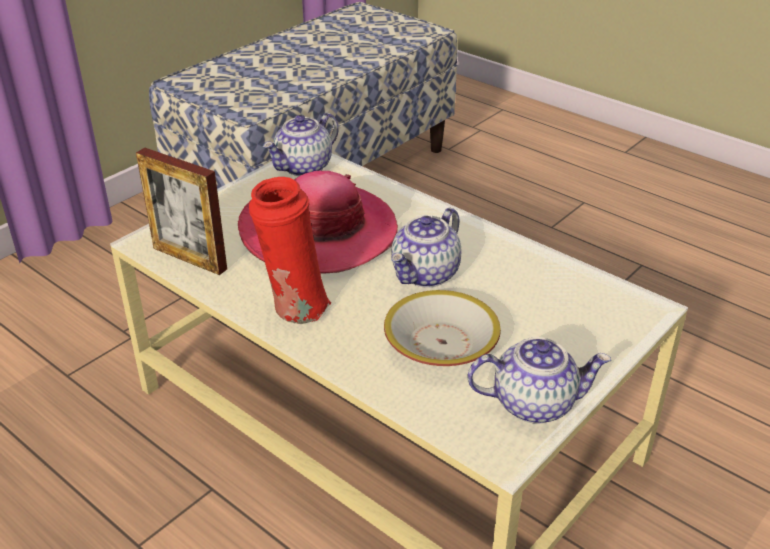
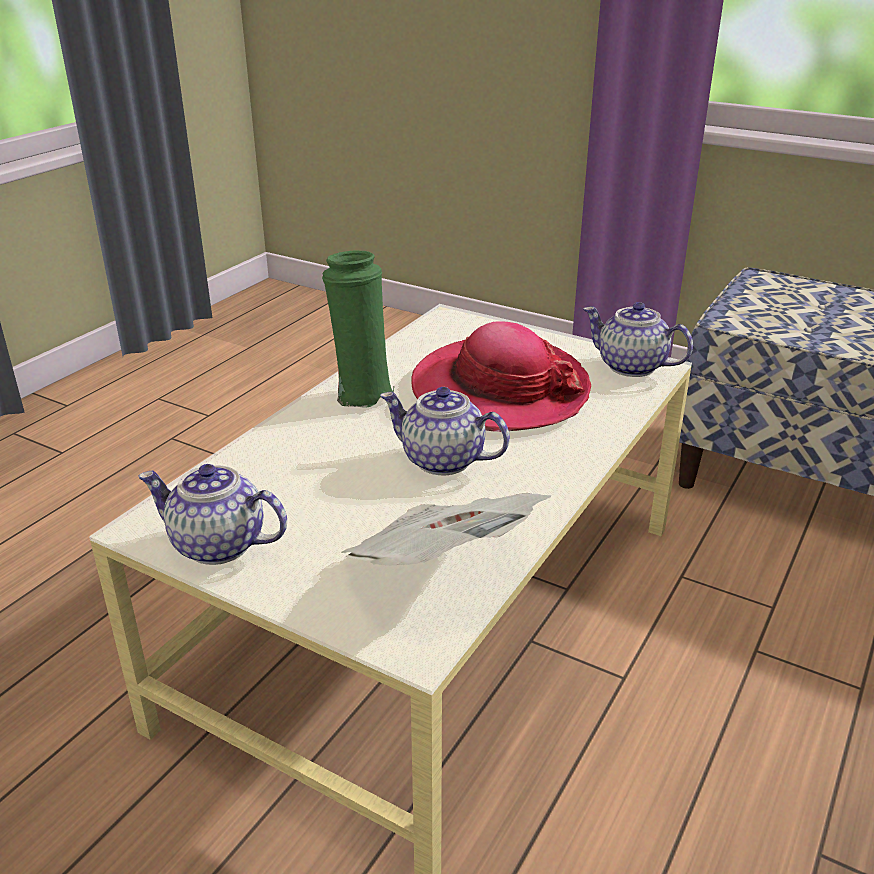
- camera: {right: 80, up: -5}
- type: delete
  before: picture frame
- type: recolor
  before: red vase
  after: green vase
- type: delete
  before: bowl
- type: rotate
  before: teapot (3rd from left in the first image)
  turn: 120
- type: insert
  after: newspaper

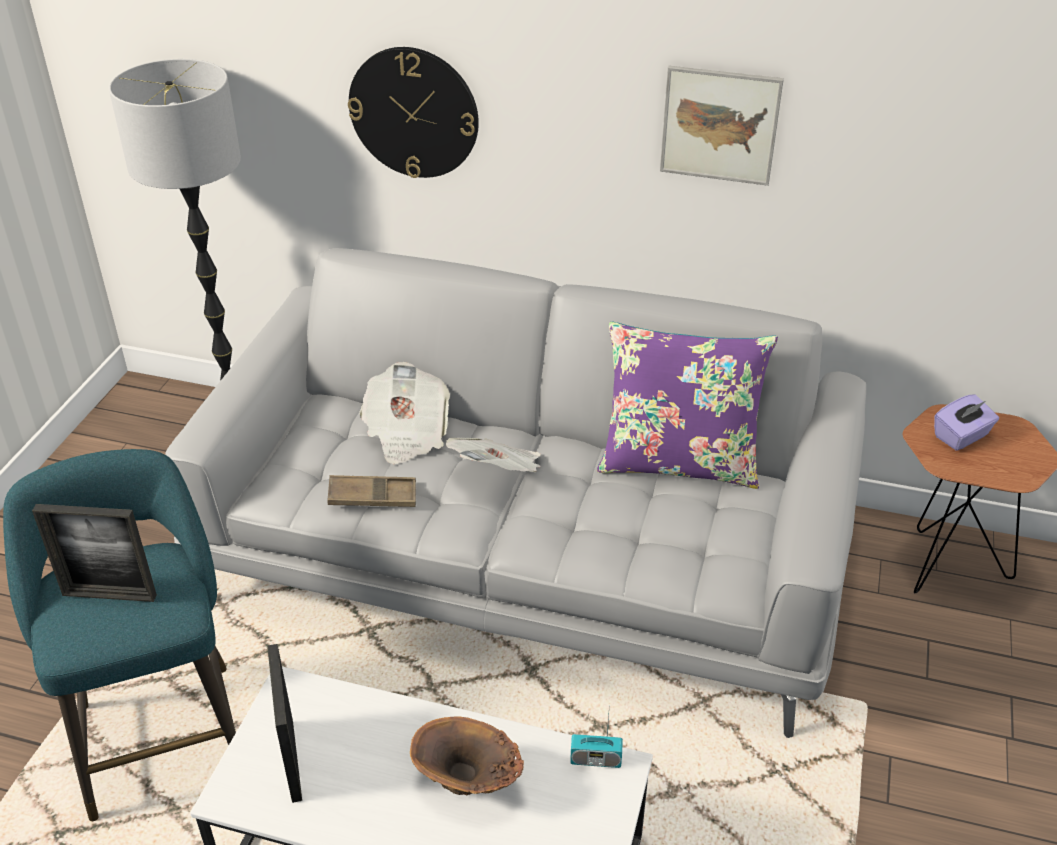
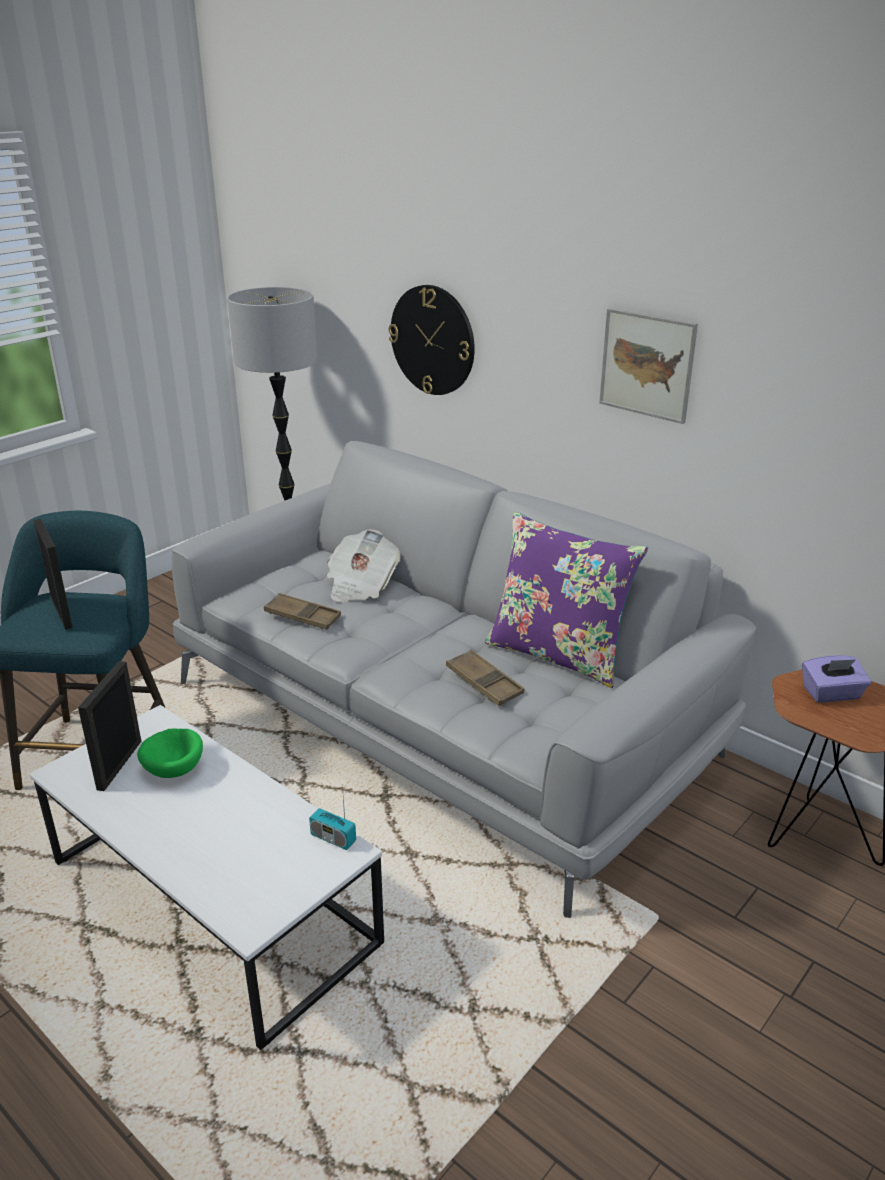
- camera: {right: 25, up: -10}
- type: rotate
  before: picture frame (1st from left)
  turn: -150
- type: delete
  before: brown vase
- type: delete
  before: newspaper (2nd from left)
- type: insert
  after: green bowl
- type: insert
  after: brown tray (2nd from left)

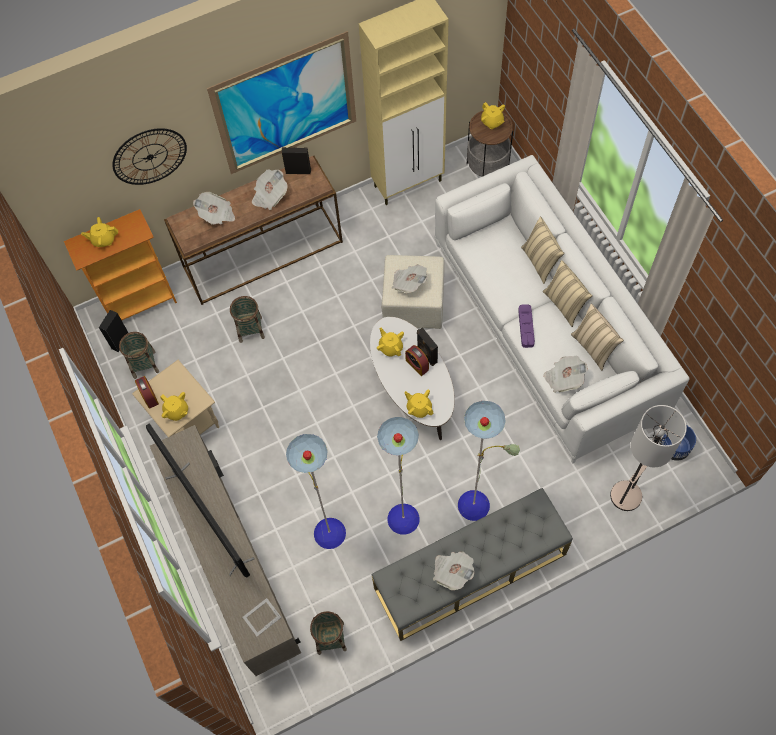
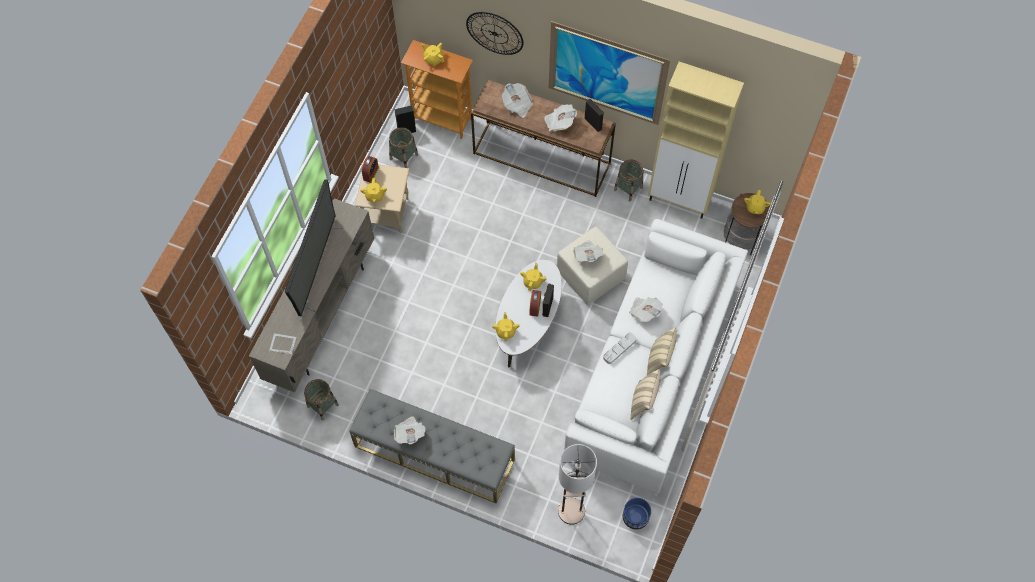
- camera: {right: 45, up: 0}
- type: move
  before: basket (2nd from left in the first image)
  after: basket (3rd from left)
- type: delete
  before: floor lamp (1st from left)
- type: recolor
  before: purple tray
  after: grey tray
- type: delete
  before: beige pillow (1st from left)
- type: move
  before: newspaper (5th from left)

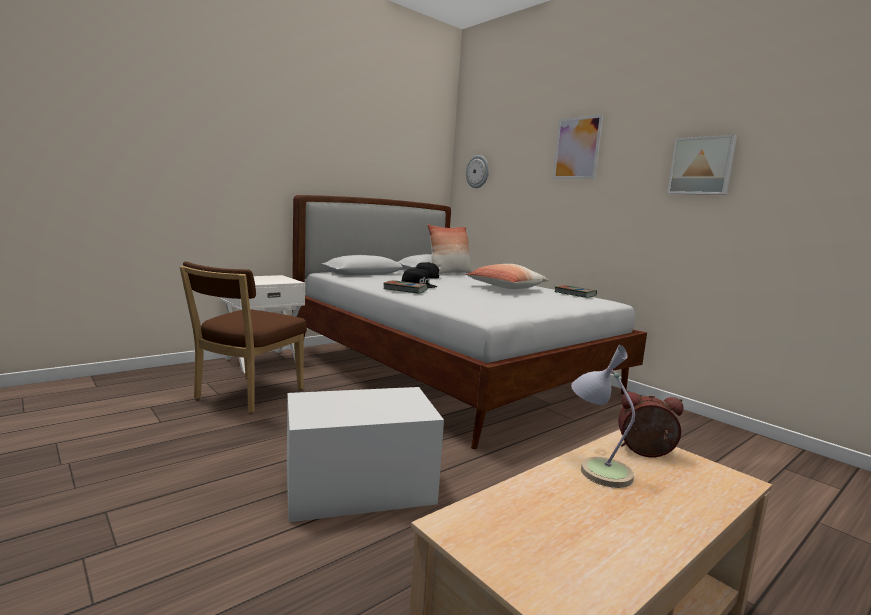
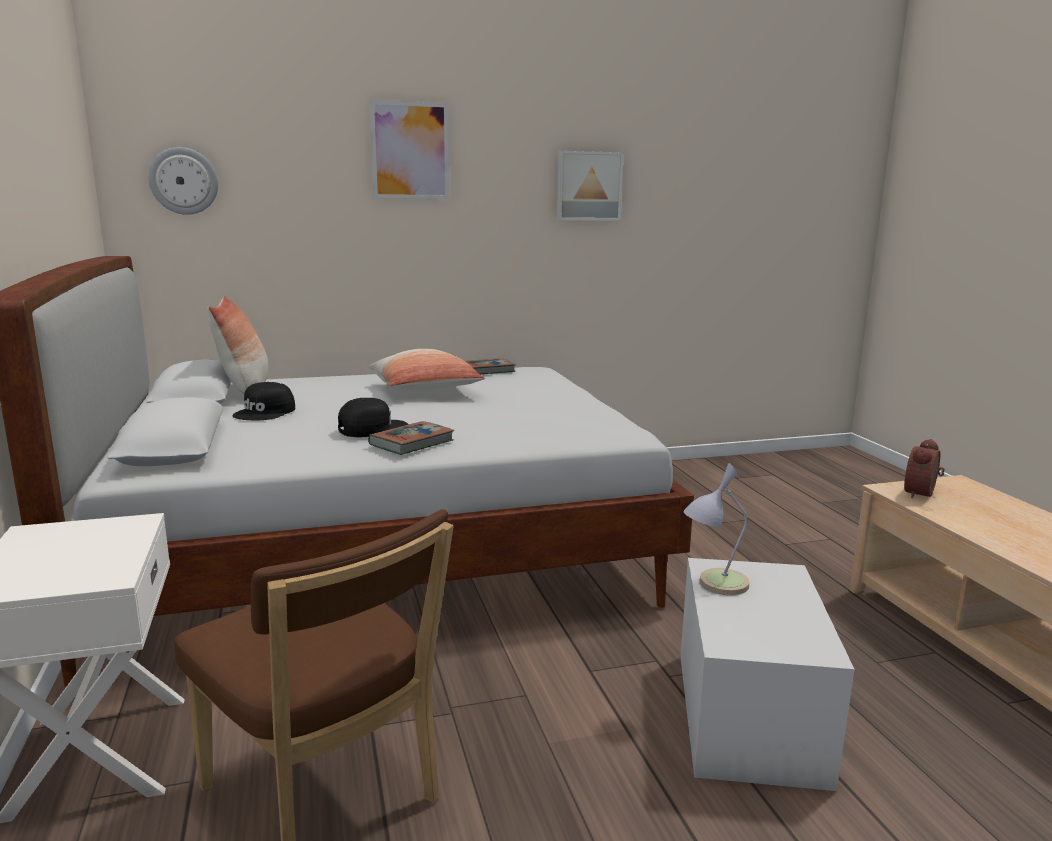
- camera: {right: -65, up: 5}
- type: move
  before: table lamp

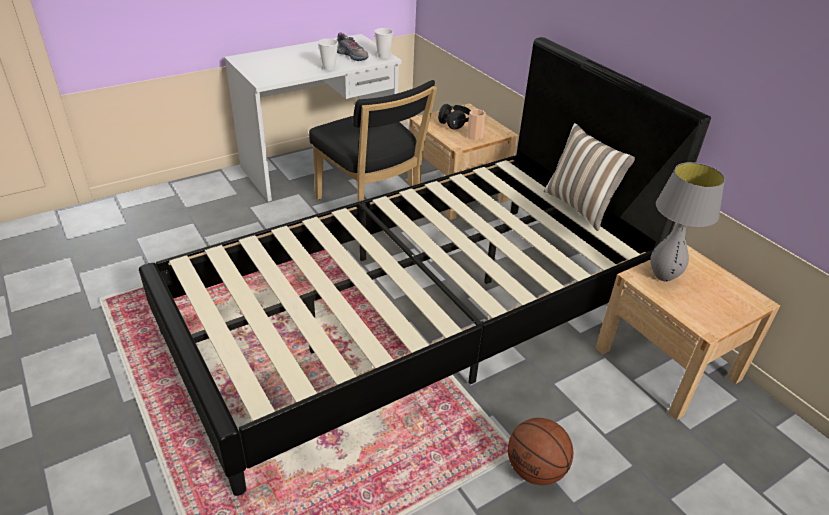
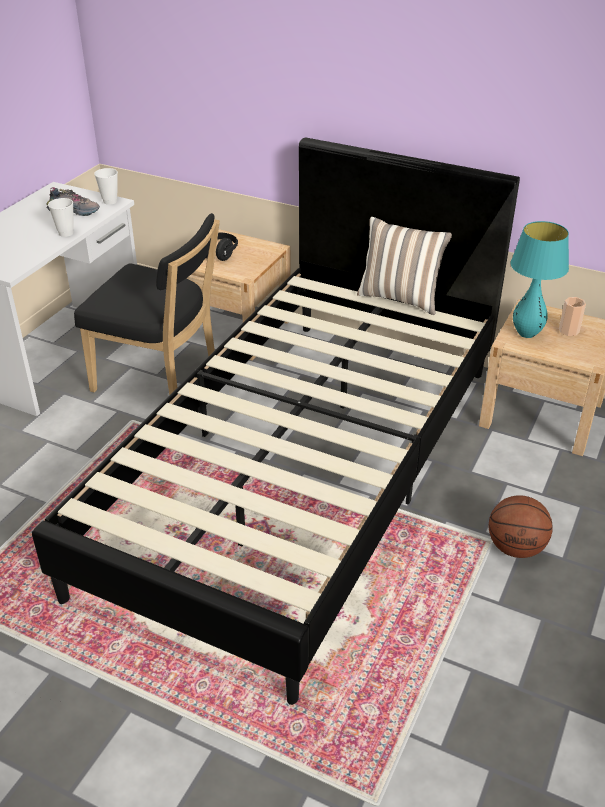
- camera: {right: -30, up: 0}
- type: move
  before: cup (3rd from left)
- type: recolor
  before: grey table lamp
  after: turquoise table lamp

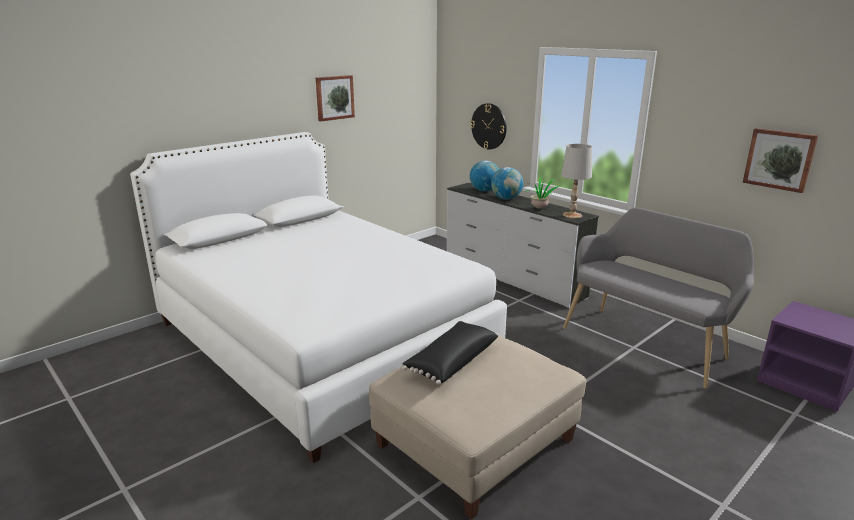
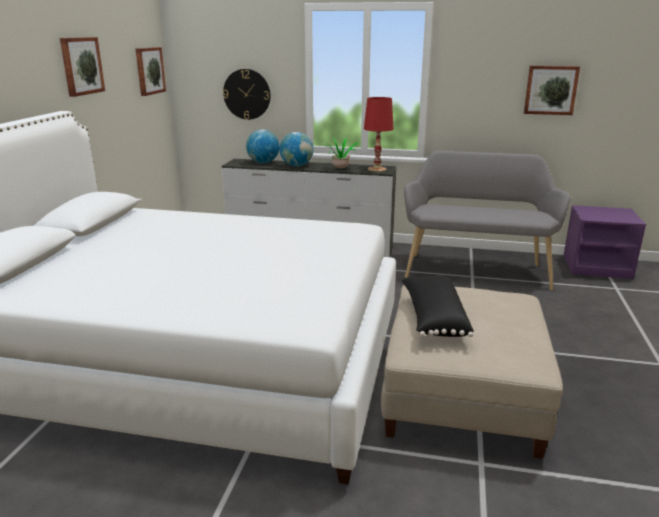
- camera: {right: -35, up: 0}
- type: recolor
  before: white table lamp
  after: red table lamp
- type: insert
  after: picture (2nd from left)

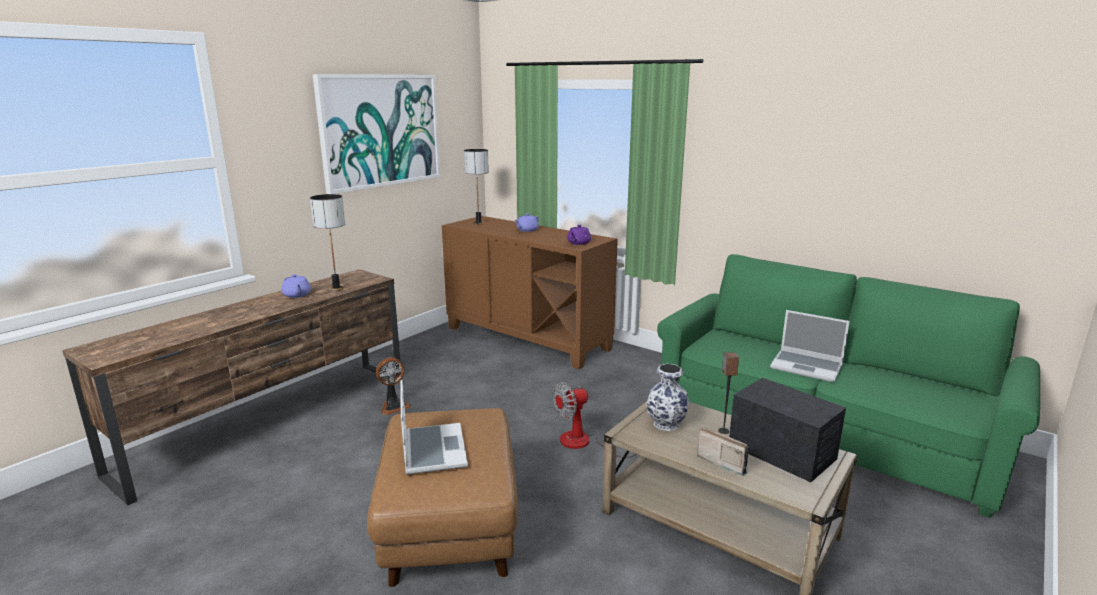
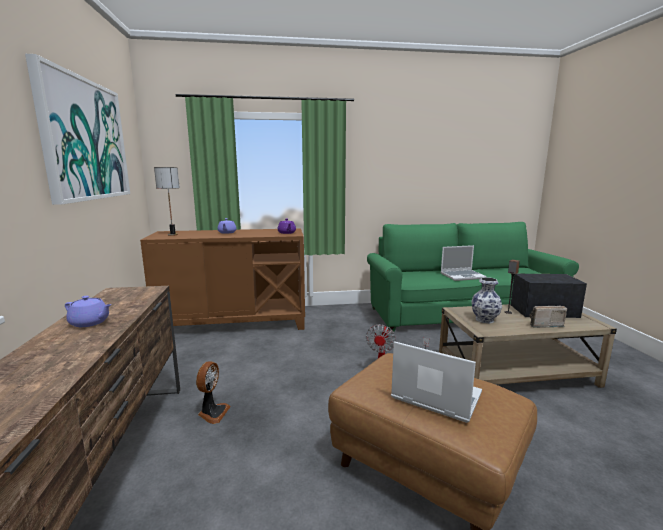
- camera: {right: -45, up: -5}
- type: delete
  before: table lamp (1st from left)

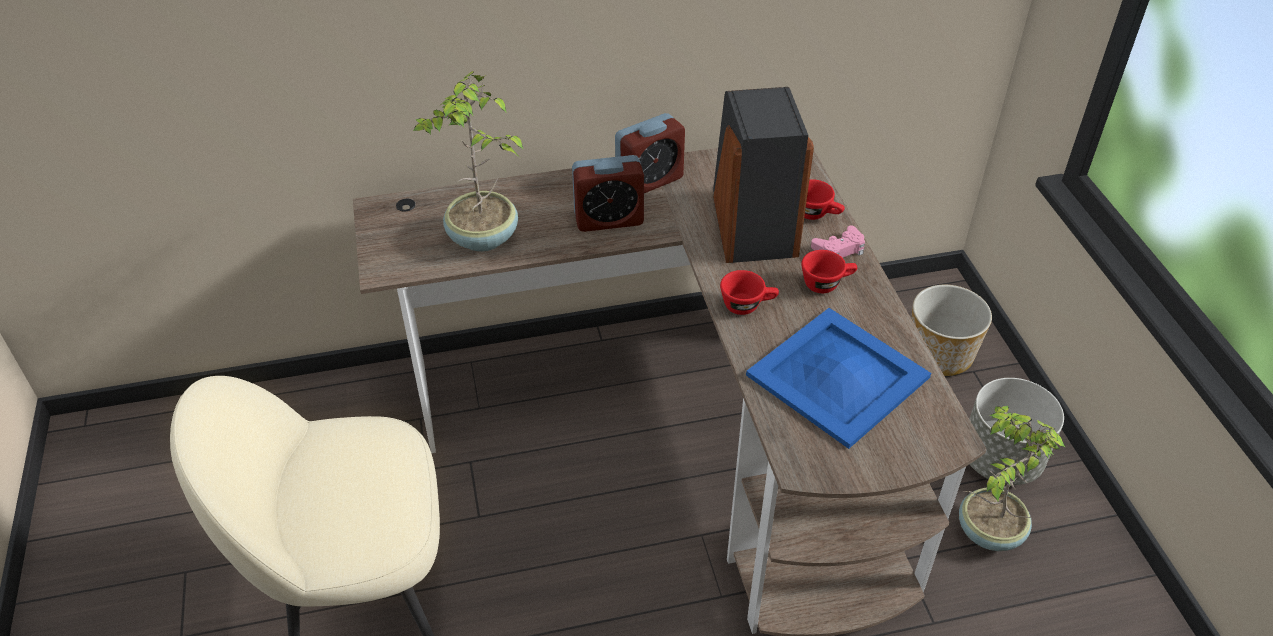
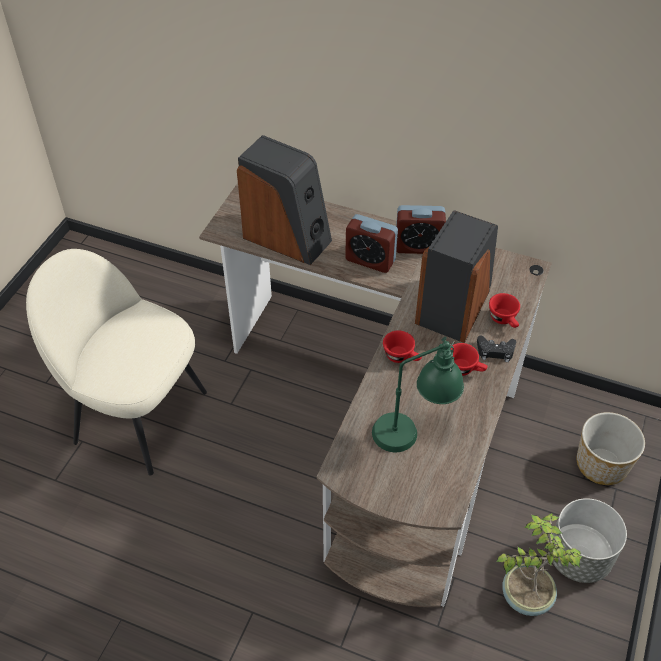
- camera: {right: 35, up: 5}
- type: replace
  before: potted plant (1st from left)
  after: speaker (1st from left)
- type: replace
  before: blue tray
  after: green table lamp
- type: recolor
  before: pink game controller
  after: black game controller

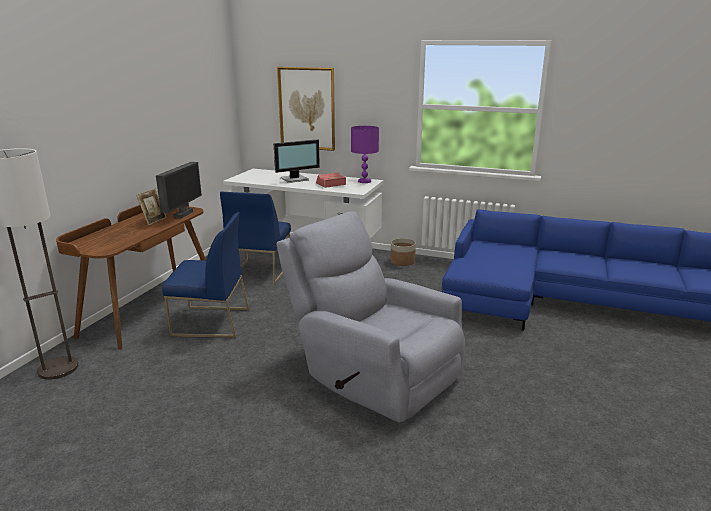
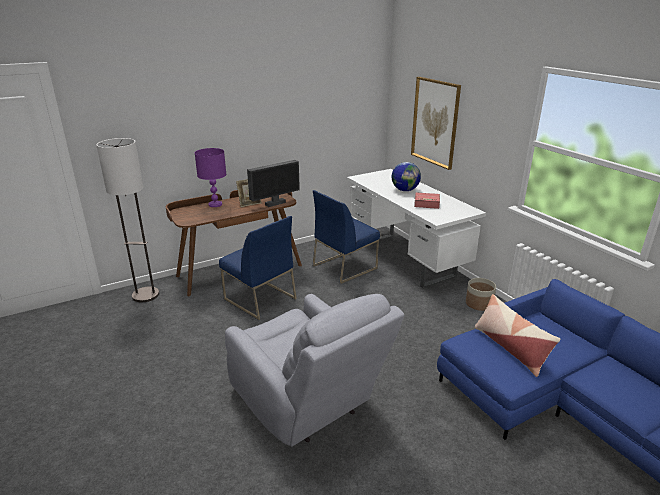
- camera: {right: 40, up: 5}
- type: replace
  before: monitor (2nd from left)
  after: globe
- type: rotate
  before: grey armchair
  turn: 150
- type: move
  before: purple table lamp
- type: insert
  after: pillow

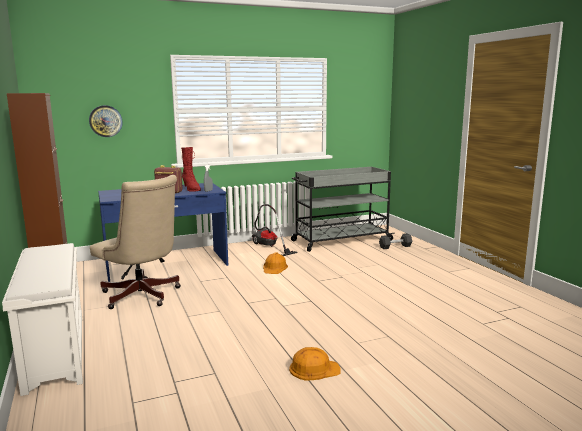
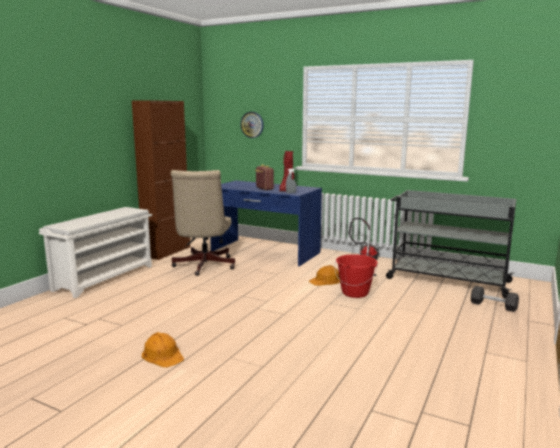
- camera: {right: 50, up: 0}
- type: insert
  after: red bucket

